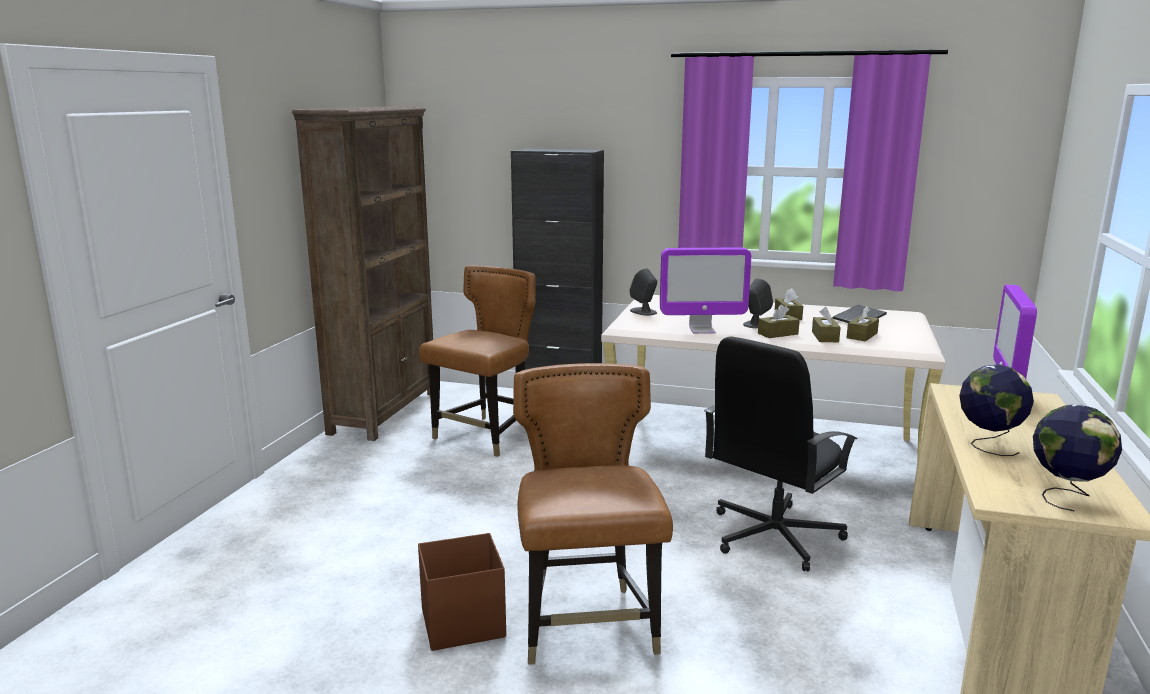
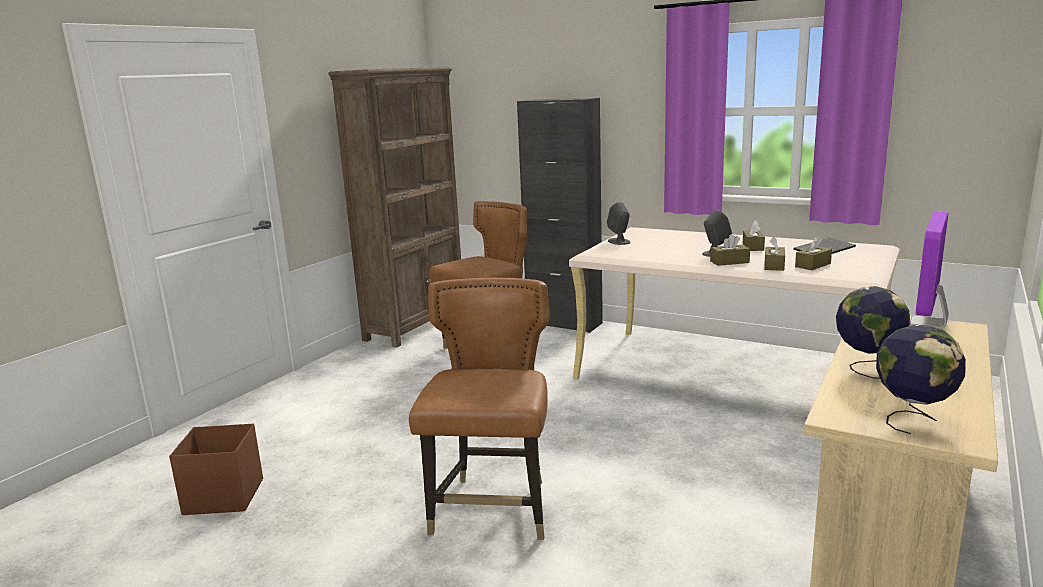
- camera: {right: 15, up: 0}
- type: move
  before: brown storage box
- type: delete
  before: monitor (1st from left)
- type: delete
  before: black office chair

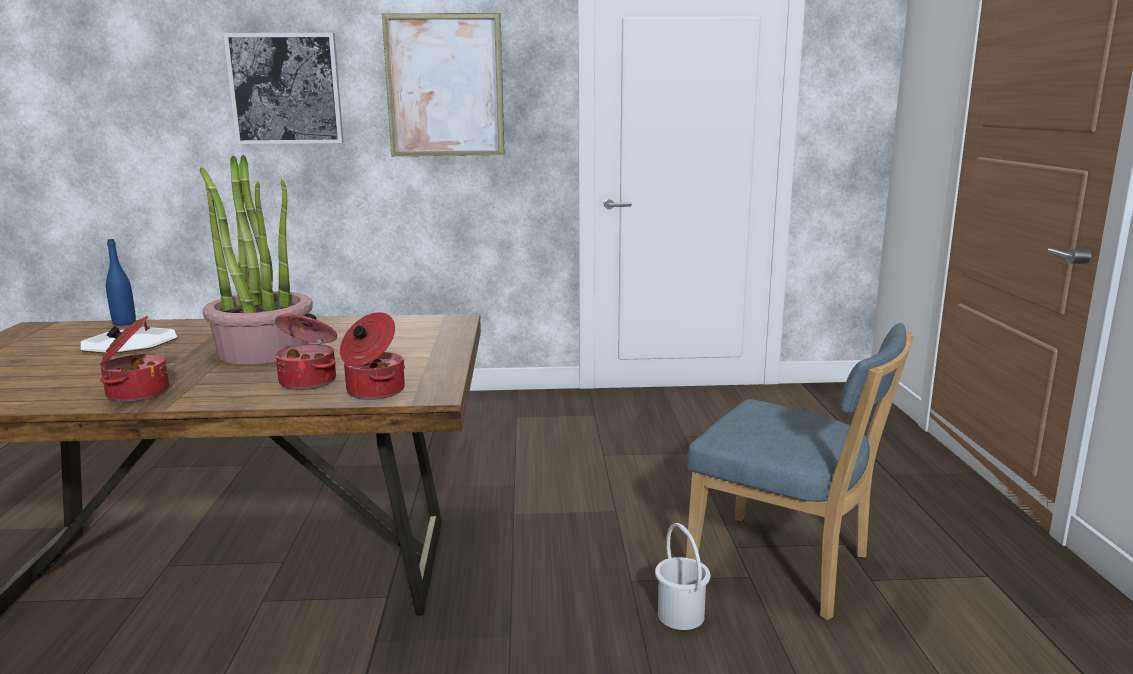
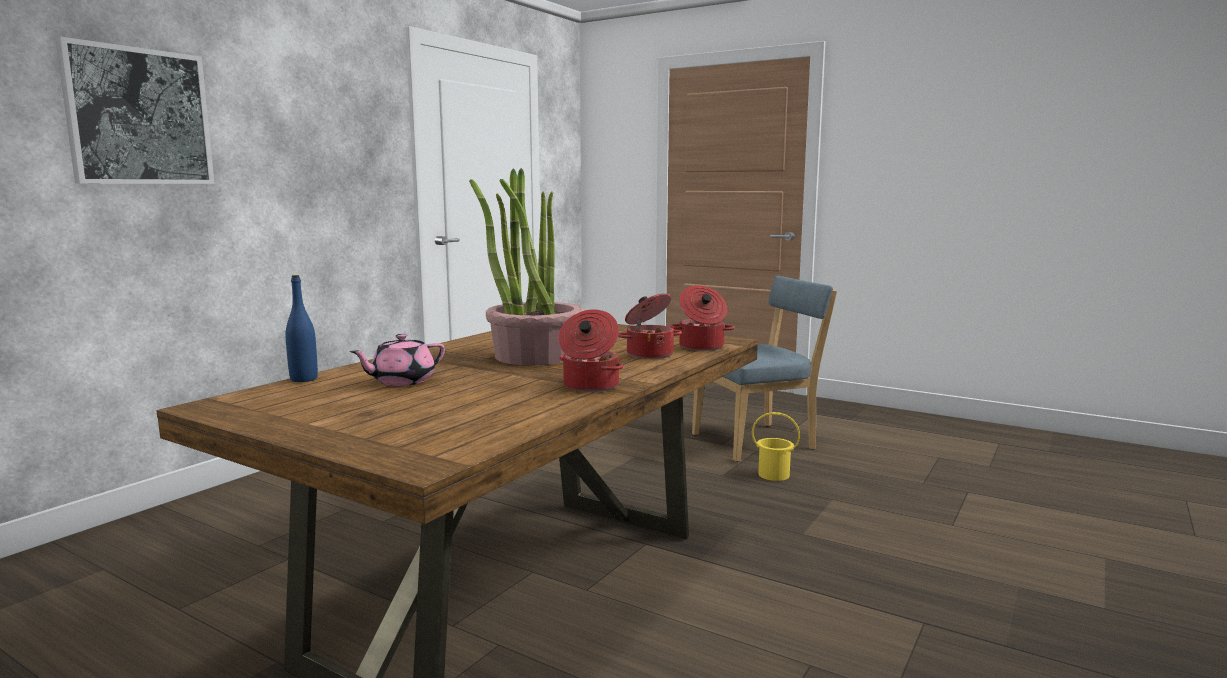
- camera: {right: -55, up: -5}
- type: replace
  before: plate
  after: pink teapot
- type: delete
  before: picture (2nd from left)
- type: recolor
  before: white bucket
  after: yellow bucket

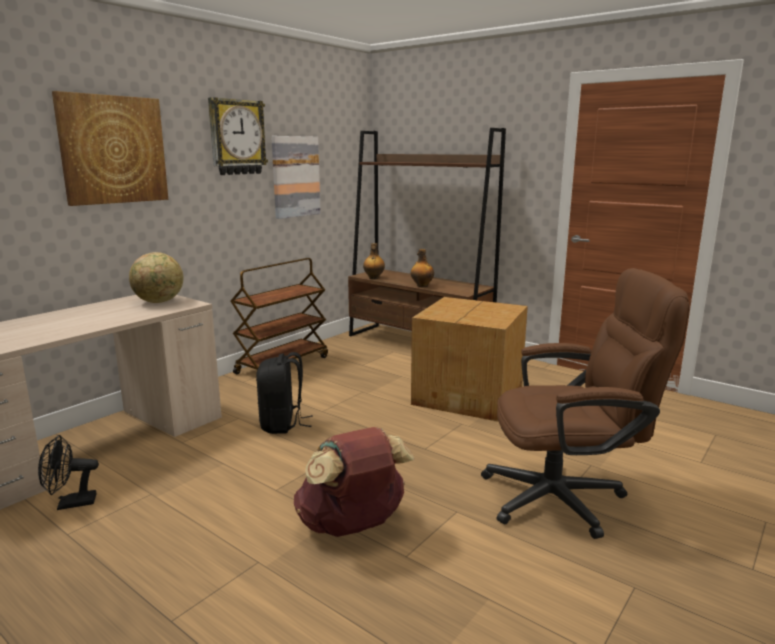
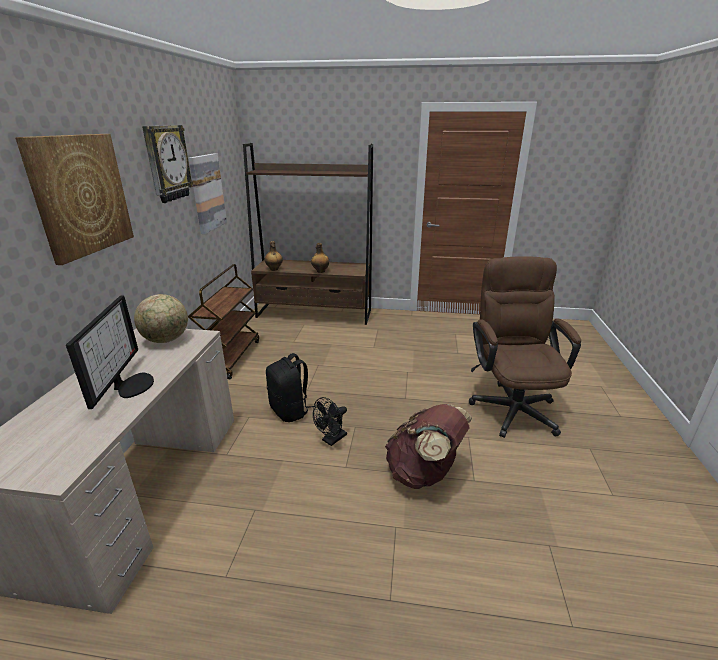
- camera: {right: -30, up: 10}
- type: move
  before: black fan
- type: delete
  before: cardboard box
- type: rotate
  before: brown office chair
  turn: -60
- type: insert
  after: monitor

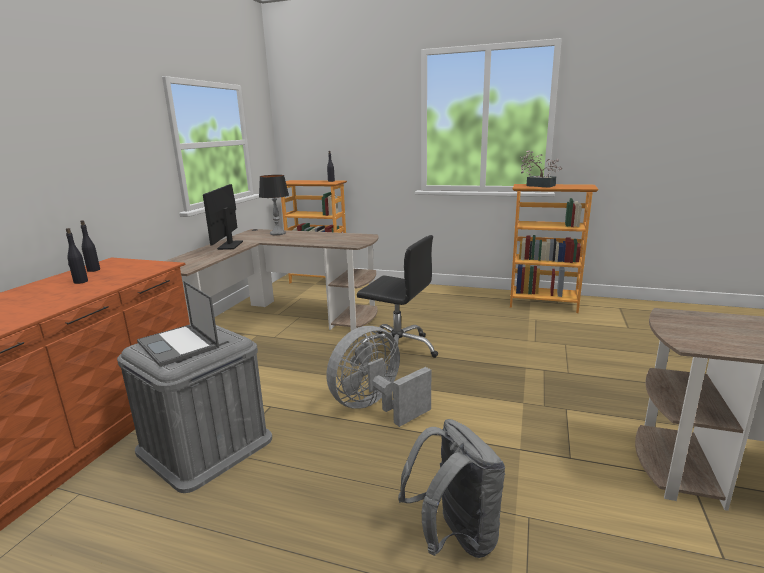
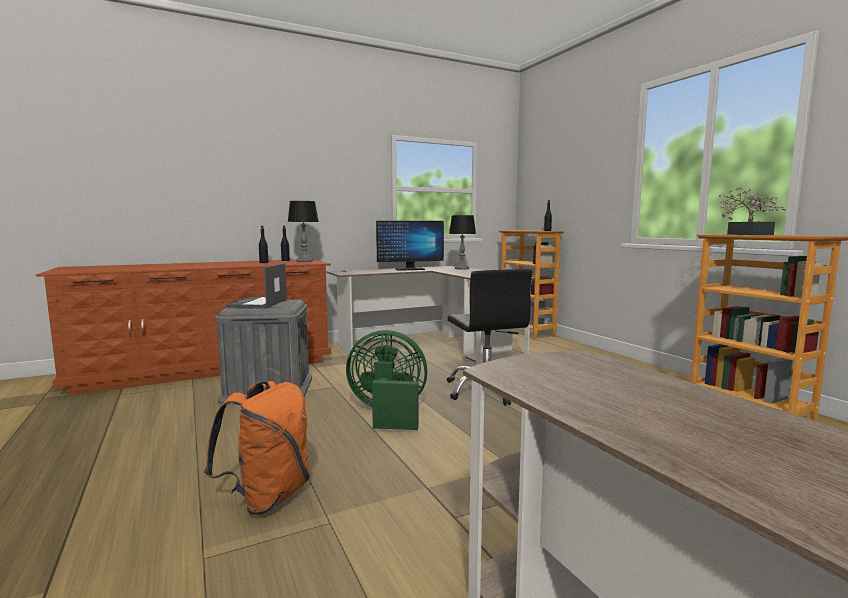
- camera: {right: 45, up: -10}
- type: rotate
  before: monitor
  turn: -150
- type: recolor
  before: grey fan
  after: green fan
- type: recolor
  before: grey backpack
  after: orange backpack
- type: insert
  after: table lamp (1st from left)

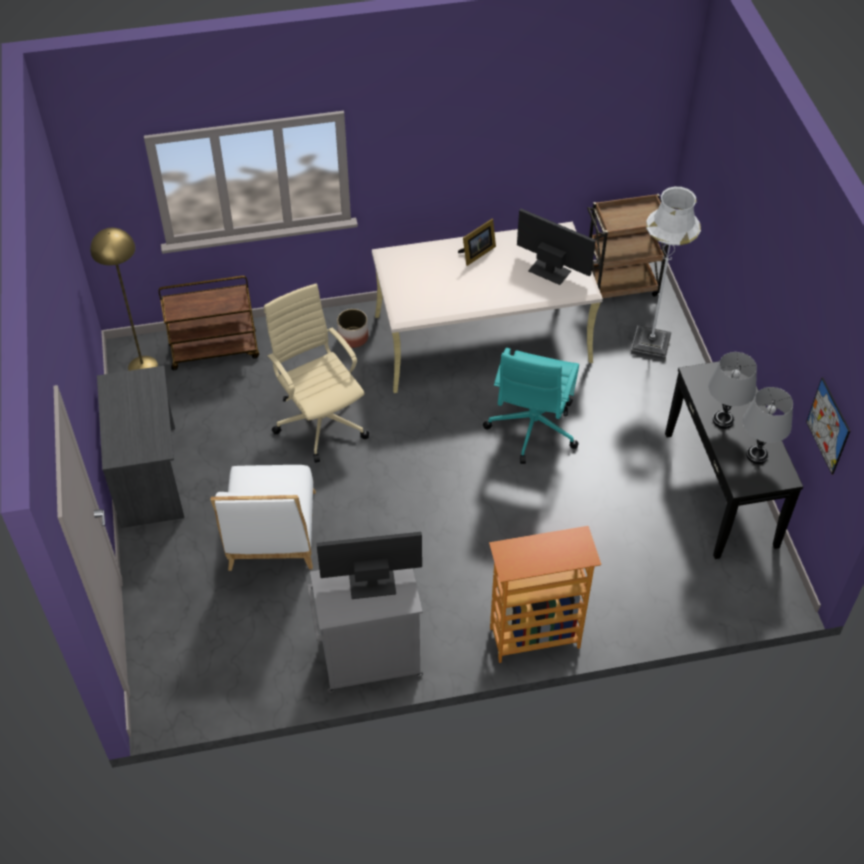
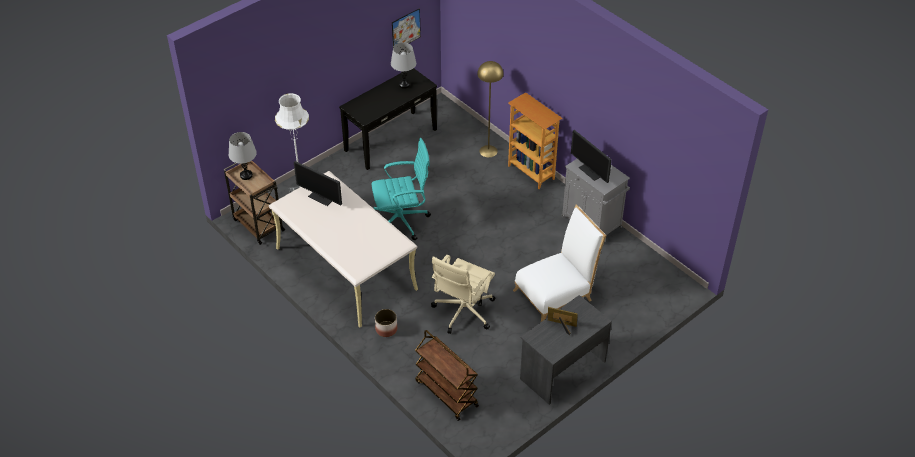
- camera: {right: -120, up: -5}
- type: move
  before: yellow floor lamp
- type: move
  before: picture frame
- type: rotate
  before: monitor (2nd from left in the first image)
  turn: -60
- type: move
  before: grey table lamp (1st from left)

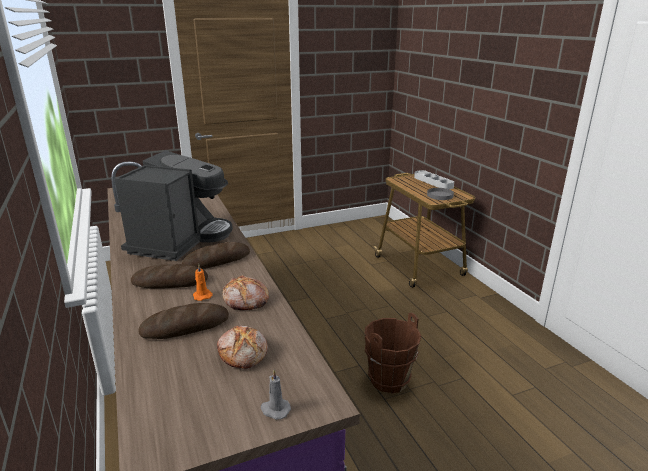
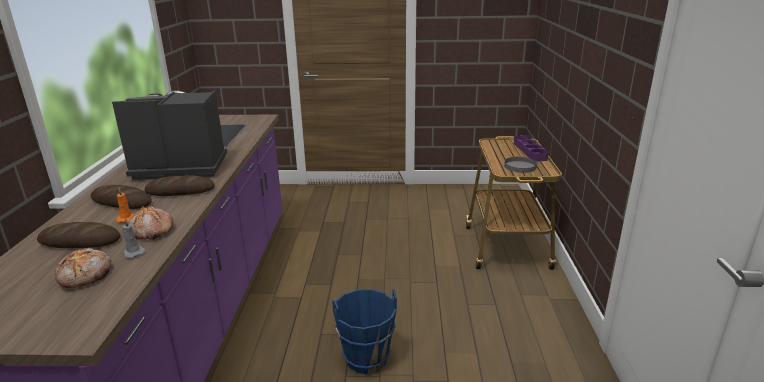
- camera: {right: 25, up: 0}
- type: rotate
  before: coffee machine
  turn: -135
- type: move
  before: grey candle
- type: recolor
  before: brown bucket
  after: blue bucket
- type: recolor
  before: grey tray
  after: purple tray

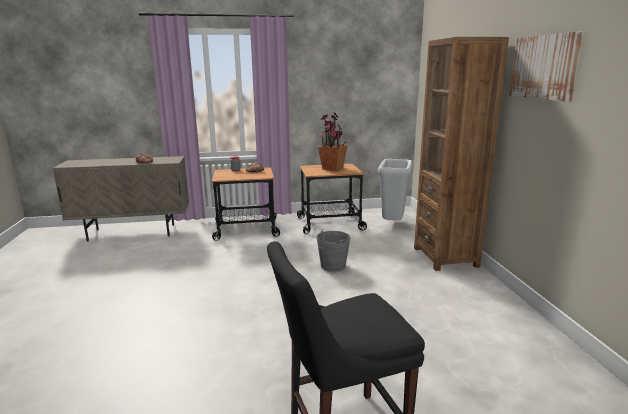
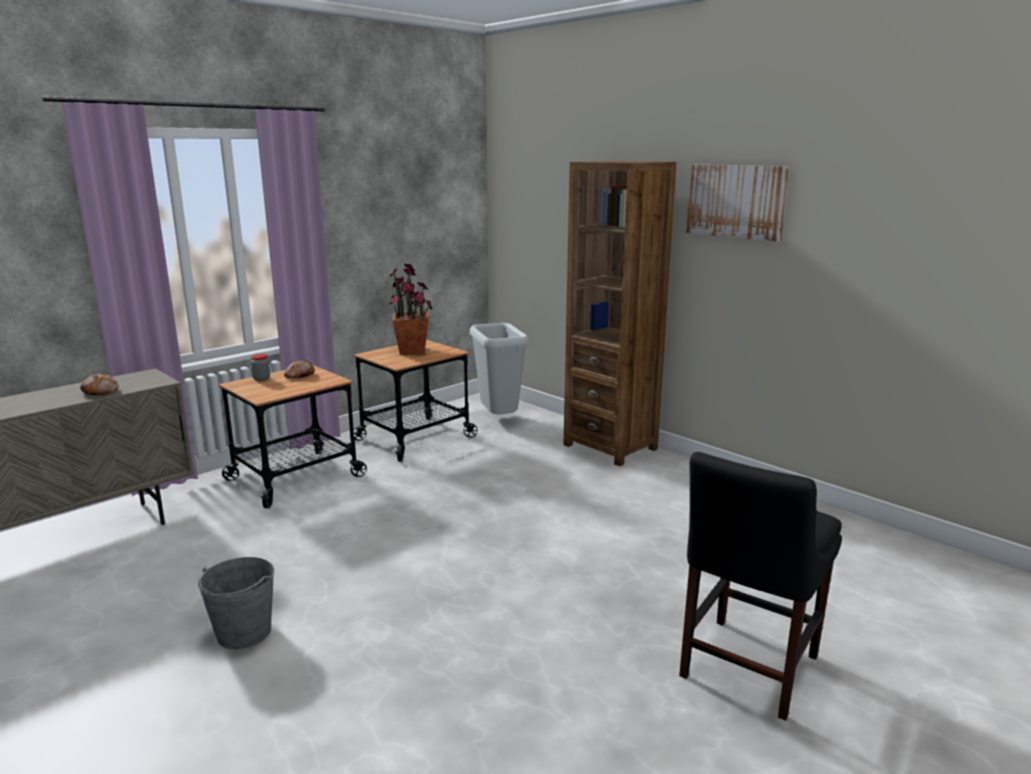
- camera: {right: -35, up: 0}
- type: move
  before: grey bucket

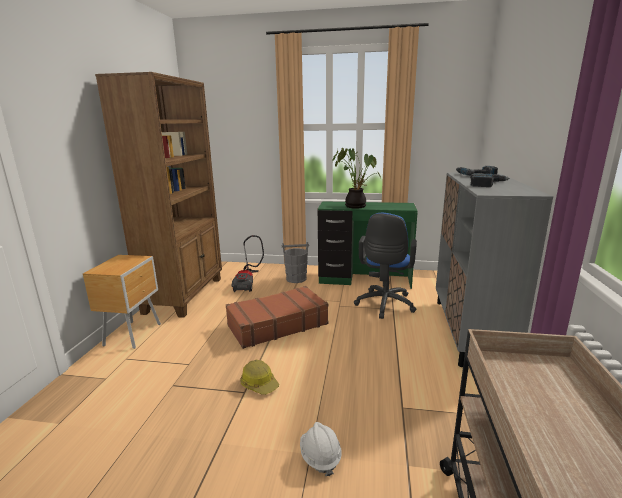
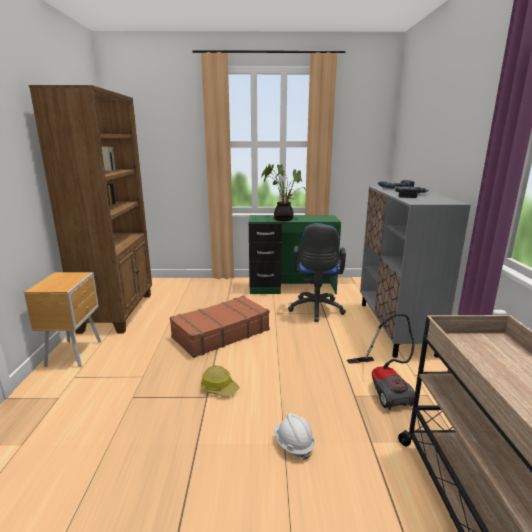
- camera: {right: -10, up: 0}
- type: move
  before: vacuum cleaner
- type: delete
  before: grey bucket

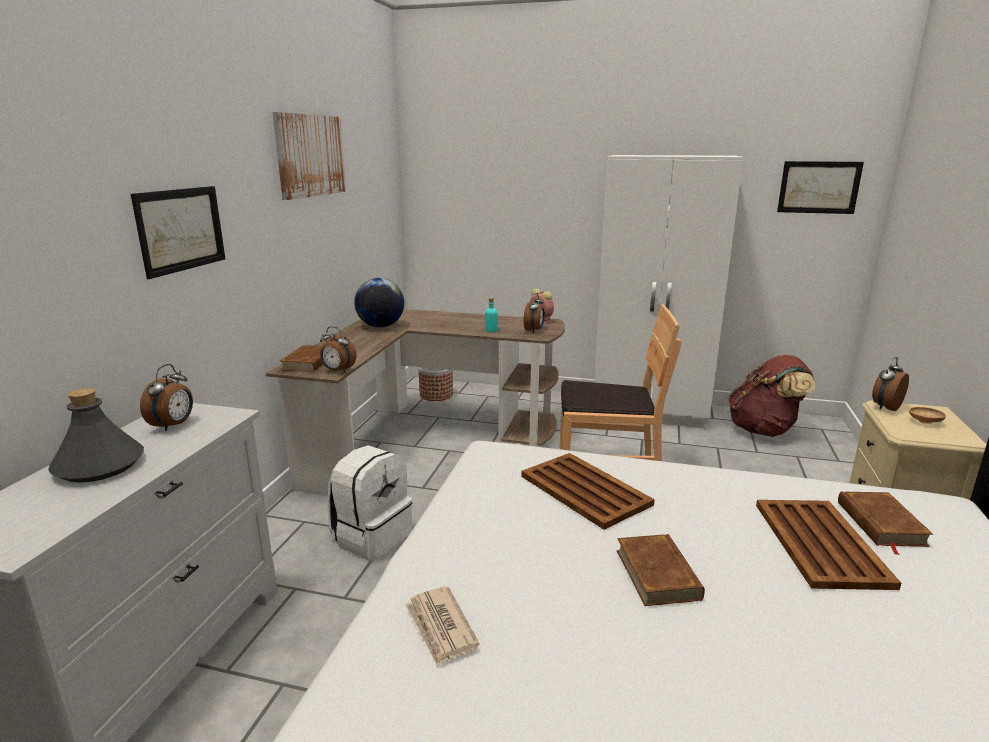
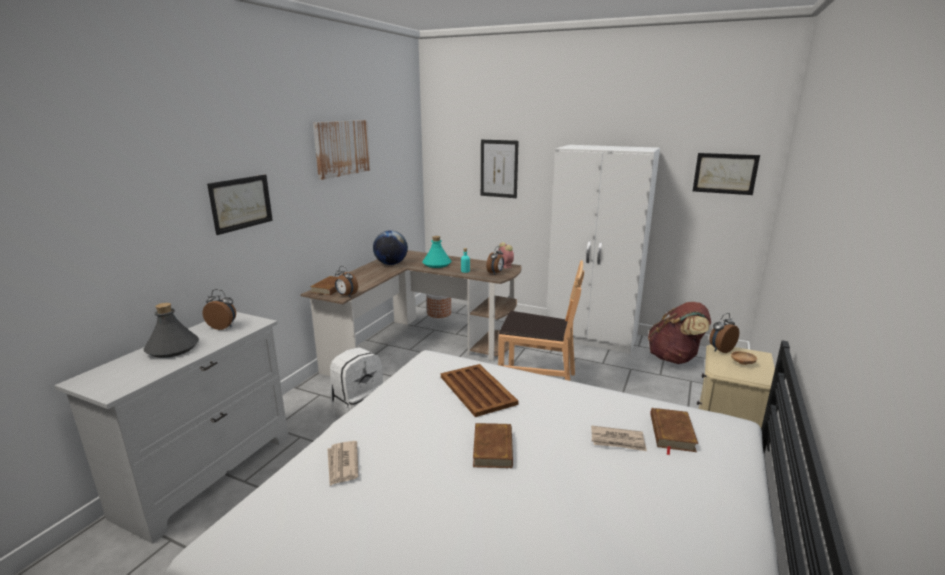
- camera: {right: 10, up: 0}
- type: rotate
  before: alarm clock (1st from left)
  turn: -105
- type: replace
  before: brown tray (2nd from left)
  after: newspaper (2nd from left)
- type: insert
  after: turquoise bottle (1st from left)
- type: insert
  after: picture (3rd from left)

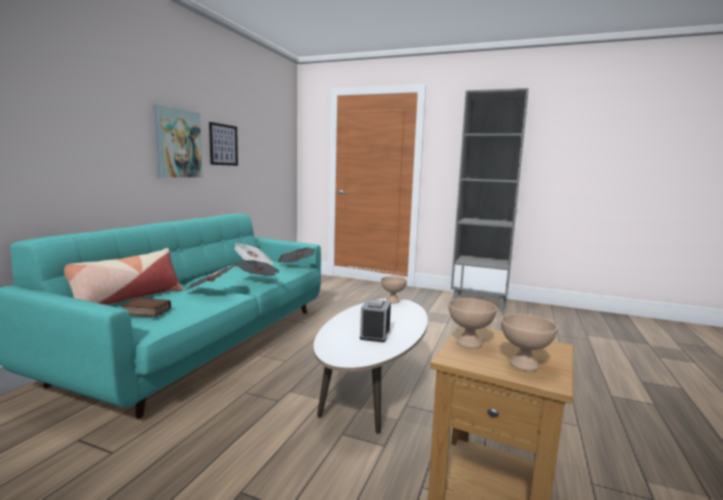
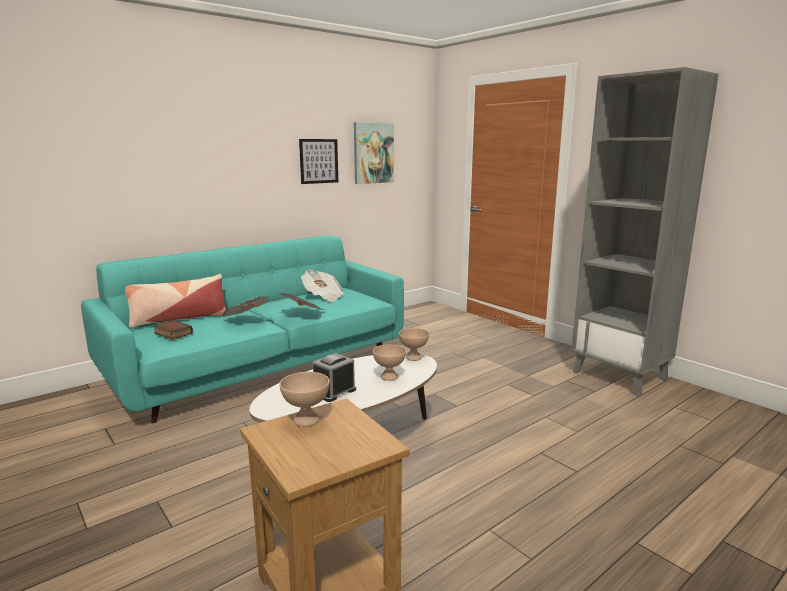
- camera: {right: 30, up: 5}
- type: move
  before: picture (1st from left in the first image)
  after: picture (2nd from left)
- type: delete
  before: newspaper (4th from left)
- type: move
  before: beige bowl (3rd from left in the first image)
  after: beige bowl (2nd from left)

